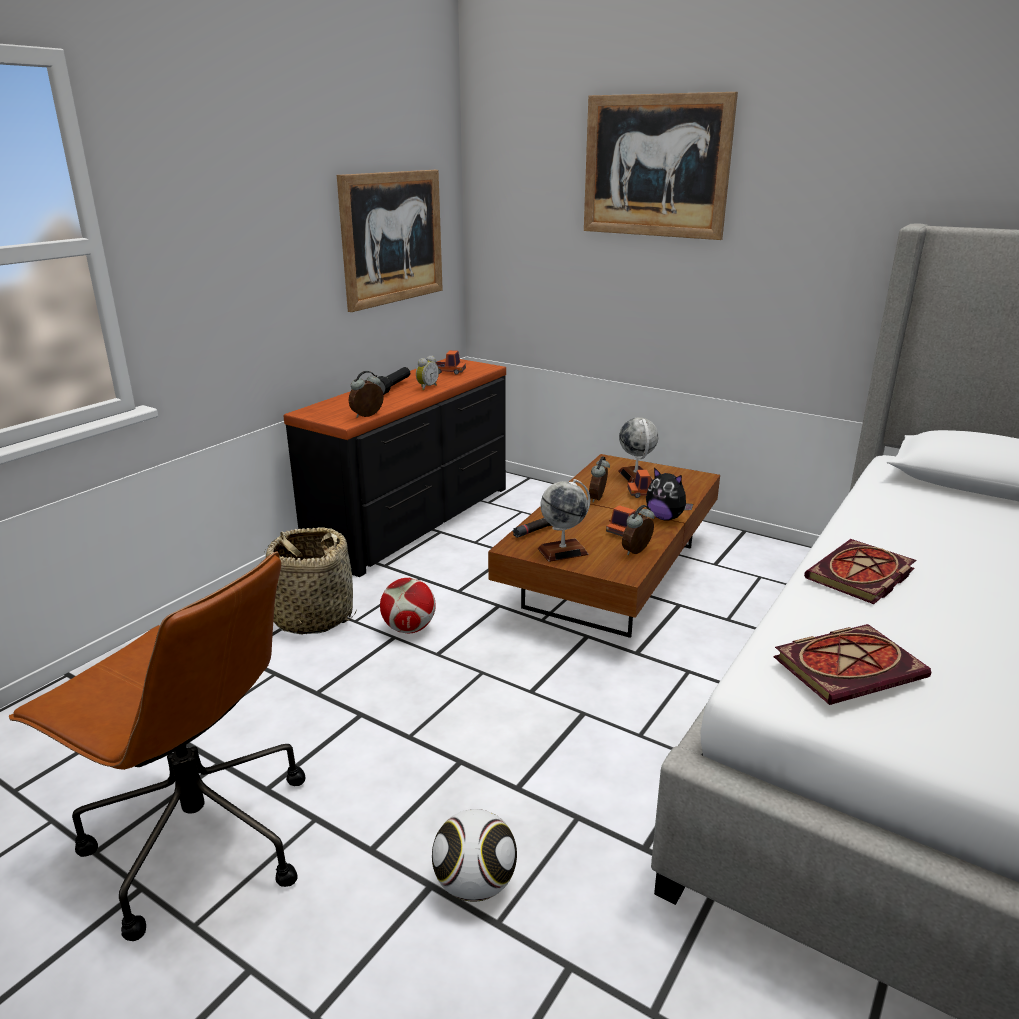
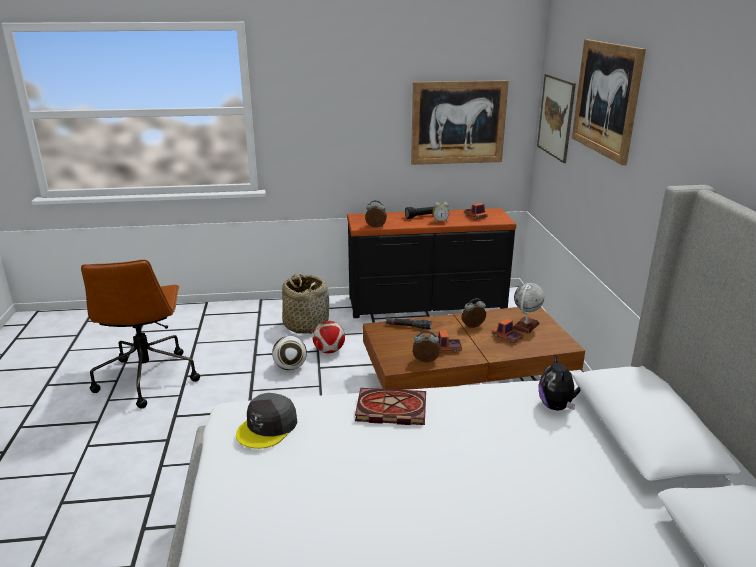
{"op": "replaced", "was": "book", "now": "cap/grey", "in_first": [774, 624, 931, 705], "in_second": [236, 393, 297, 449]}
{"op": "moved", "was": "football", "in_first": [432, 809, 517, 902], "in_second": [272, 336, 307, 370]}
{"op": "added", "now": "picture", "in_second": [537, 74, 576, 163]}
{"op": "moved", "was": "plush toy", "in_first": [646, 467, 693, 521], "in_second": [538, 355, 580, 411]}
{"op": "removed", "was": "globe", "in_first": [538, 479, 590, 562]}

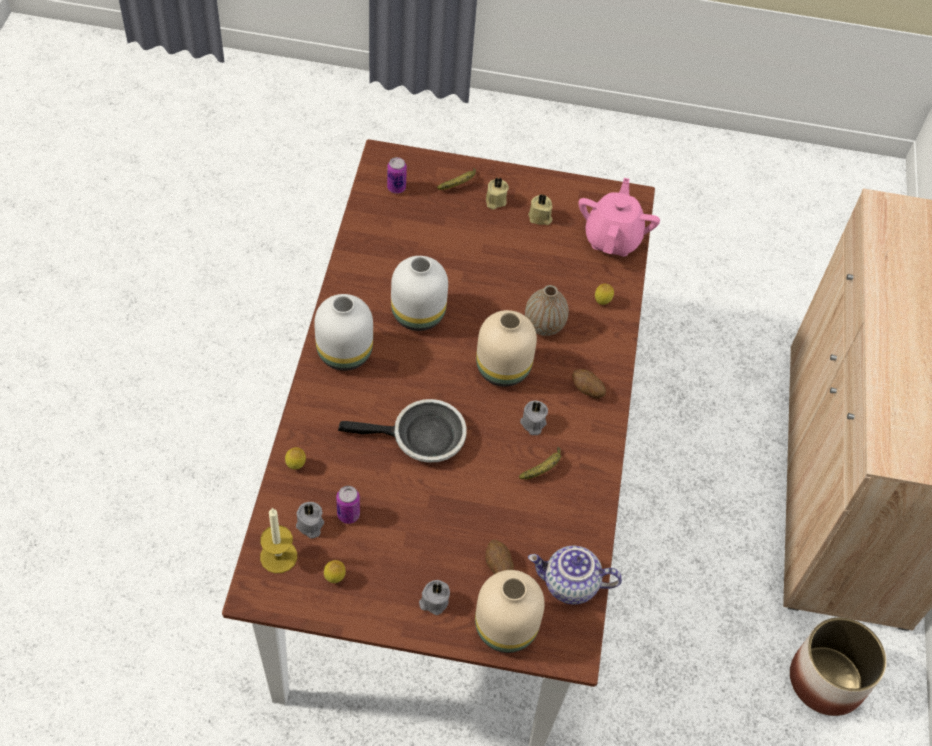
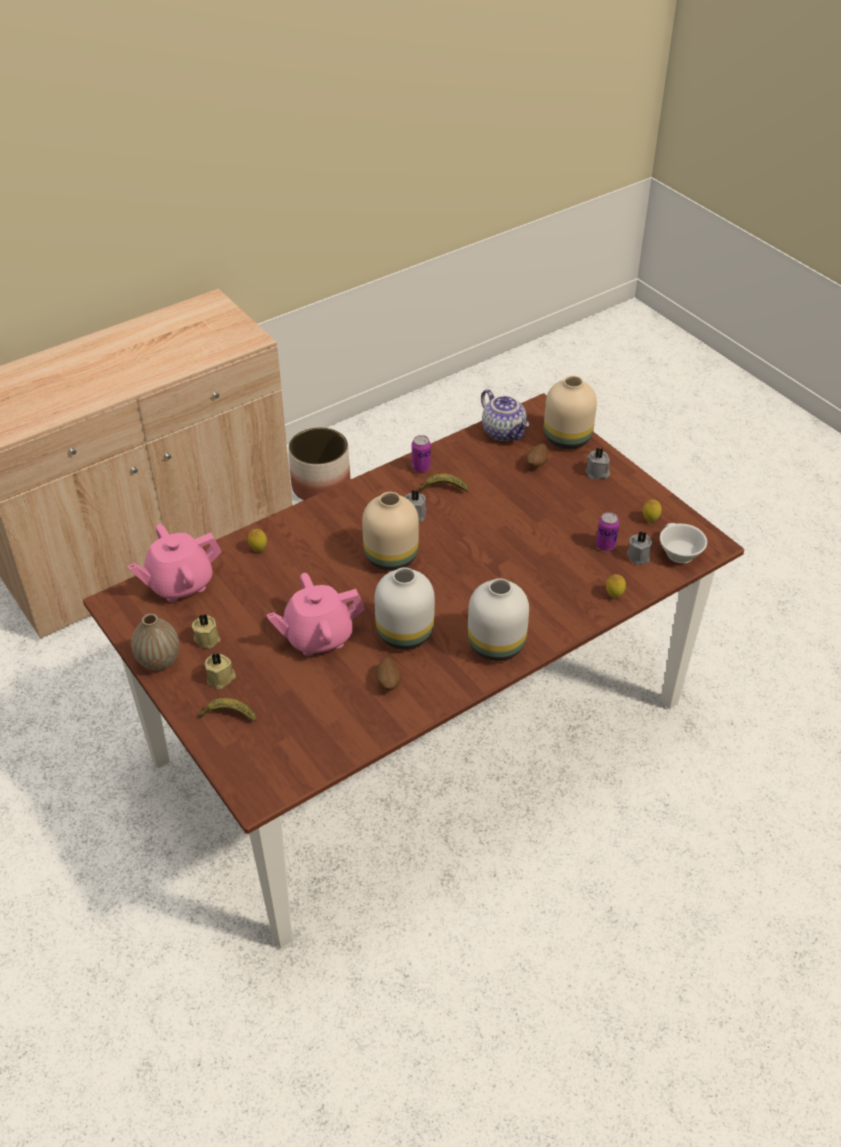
{"op": "moved", "was": "vase", "in_first": [525, 285, 569, 336], "in_second": [131, 613, 180, 670]}
{"op": "added", "now": "teapot/pink", "in_second": [267, 573, 365, 656]}
{"op": "moved", "was": "potato", "in_first": [572, 369, 606, 399], "in_second": [376, 657, 401, 691]}
{"op": "moved", "was": "can", "in_first": [387, 157, 407, 194], "in_second": [412, 435, 431, 472]}
{"op": "replaced", "was": "candle", "now": "cup/white", "in_first": [260, 508, 297, 573], "in_second": [660, 523, 707, 563]}
{"op": "removed", "was": "frying pan", "in_first": [338, 399, 467, 463]}

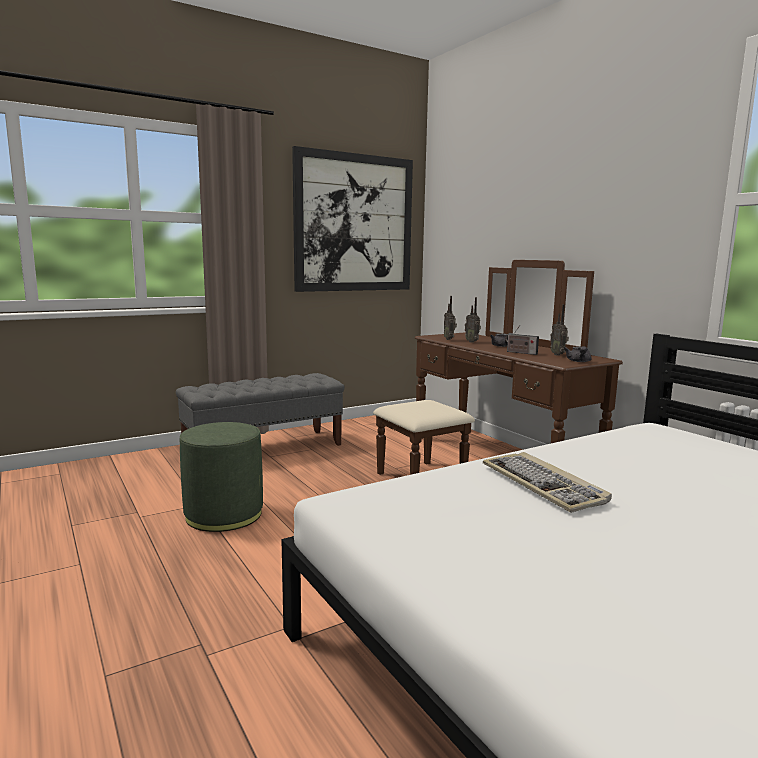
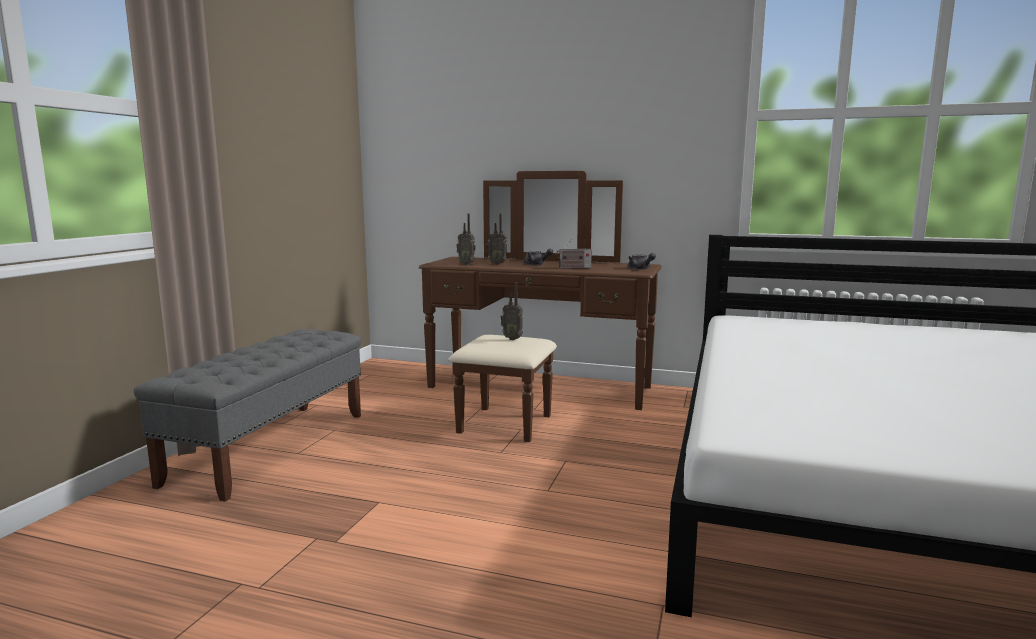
{"op": "moved", "was": "radio", "in_first": [550, 304, 569, 356], "in_second": [500, 282, 523, 340]}
{"op": "removed", "was": "ottoman/green", "in_first": [180, 422, 263, 532]}
{"op": "removed", "was": "picture", "in_first": [292, 146, 413, 292]}
{"op": "removed", "was": "keyboard", "in_first": [483, 452, 612, 513]}

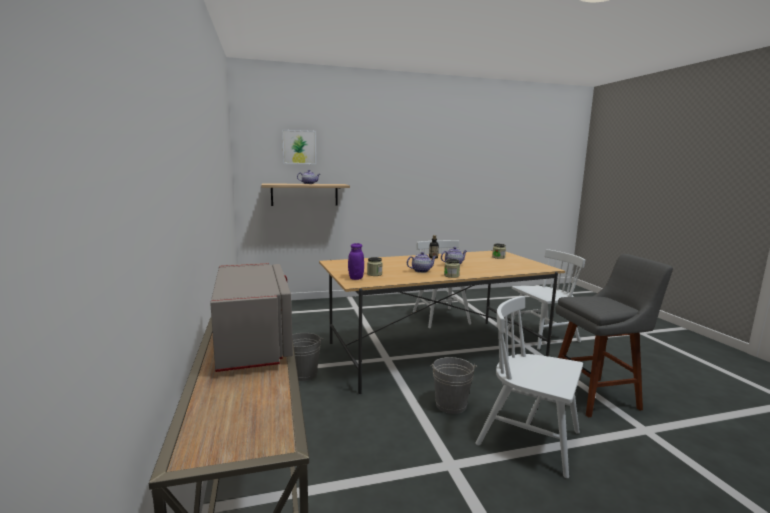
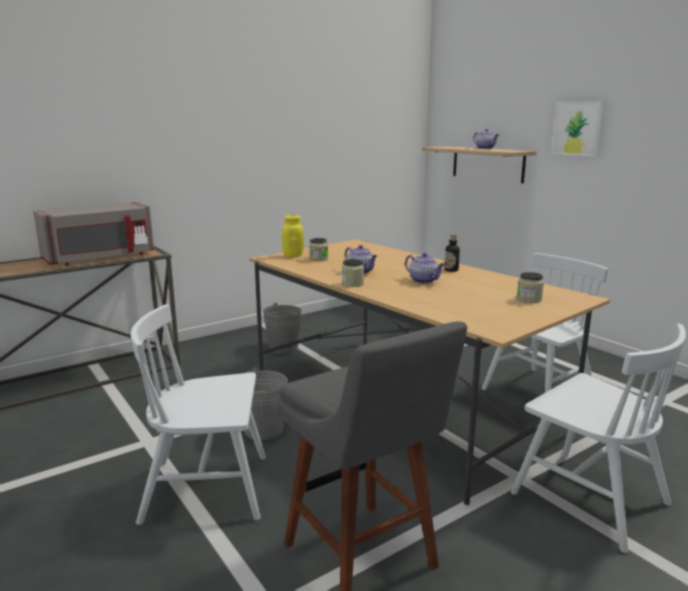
{"op": "turned", "was": "chair/white", "in_first": [475, 296, 583, 478], "in_second": [131, 304, 266, 525], "clockwise": -105}
{"op": "recoloured", "was": "jar/purple", "now": "jar/yellow", "in_first": [348, 243, 364, 280], "in_second": [282, 215, 304, 257]}
{"op": "moved", "was": "picture", "in_first": [282, 130, 316, 164], "in_second": [551, 101, 606, 157]}

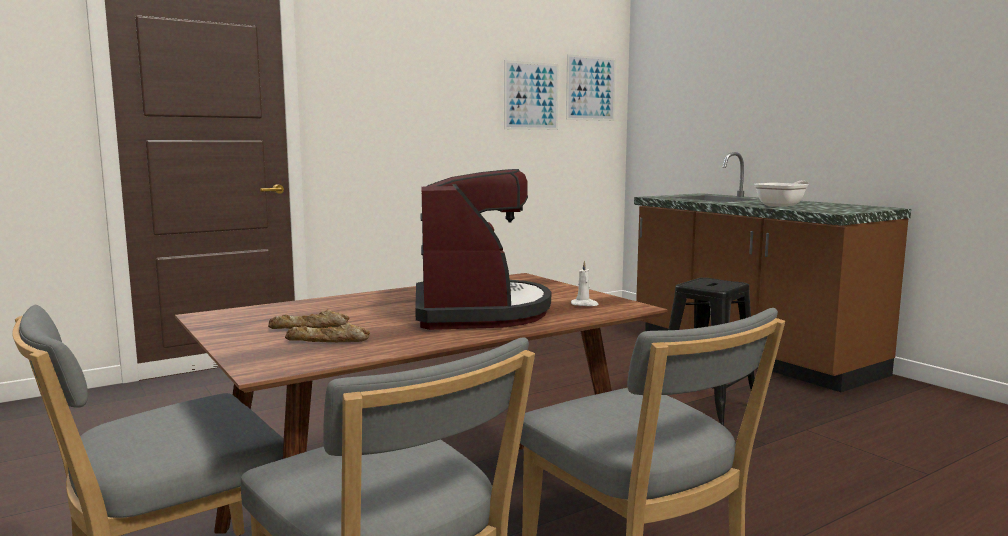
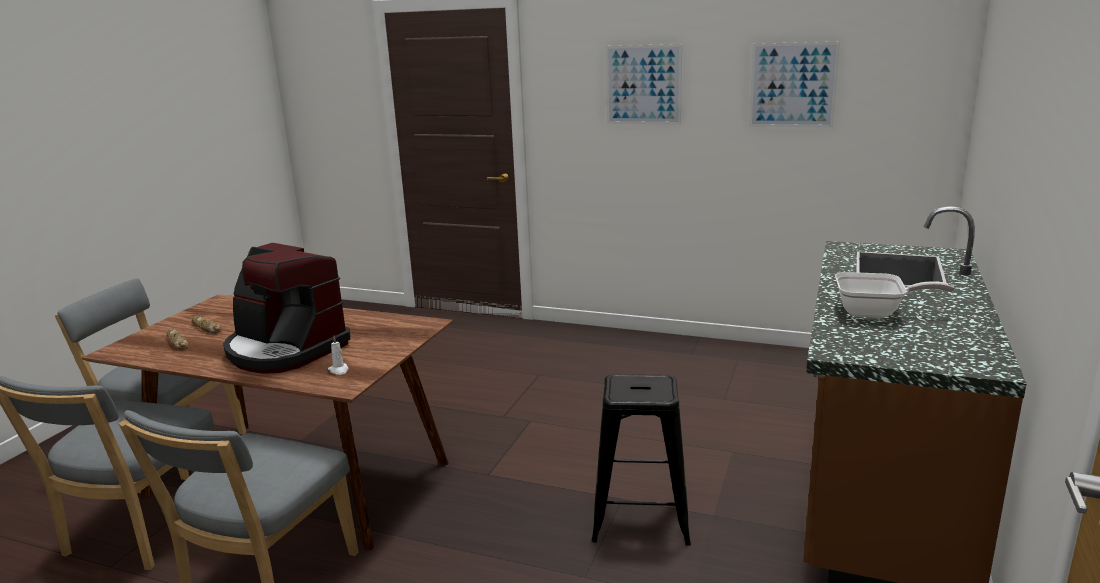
{"op": "turned", "was": "coffee machine", "in_first": [415, 169, 551, 330], "in_second": [223, 243, 350, 374], "clockwise": 75}
{"op": "moved", "was": "picture", "in_first": [566, 54, 616, 121], "in_second": [606, 44, 682, 125]}

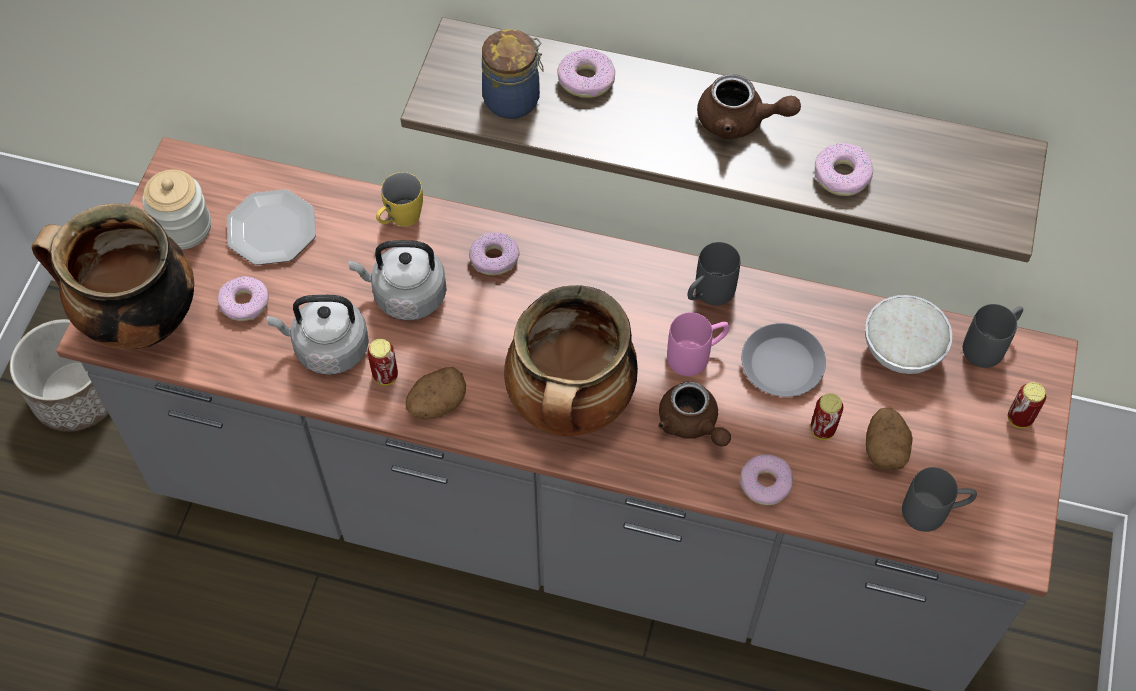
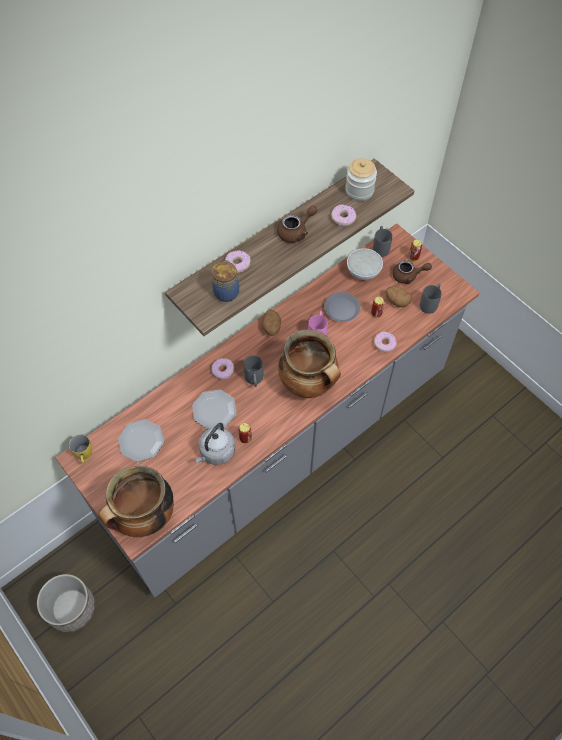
{"op": "moved", "was": "mug/yellow", "in_first": [376, 172, 423, 227], "in_second": [69, 434, 92, 464]}
{"op": "replaced", "was": "kettle/grey", "now": "plate", "in_first": [348, 240, 447, 321], "in_second": [192, 389, 237, 429]}
{"op": "moved", "was": "mug/grey", "in_first": [688, 242, 740, 305], "in_second": [243, 355, 263, 387]}
{"op": "moved", "was": "potato", "in_first": [406, 367, 466, 420], "in_second": [262, 310, 281, 336]}
{"op": "moved", "was": "jar", "in_first": [142, 170, 211, 250], "in_second": [345, 158, 377, 201]}
{"op": "moved", "was": "teapot/brown", "in_first": [658, 381, 731, 447], "in_second": [392, 260, 432, 284]}
{"op": "removed", "was": "donut", "in_first": [218, 276, 269, 321]}

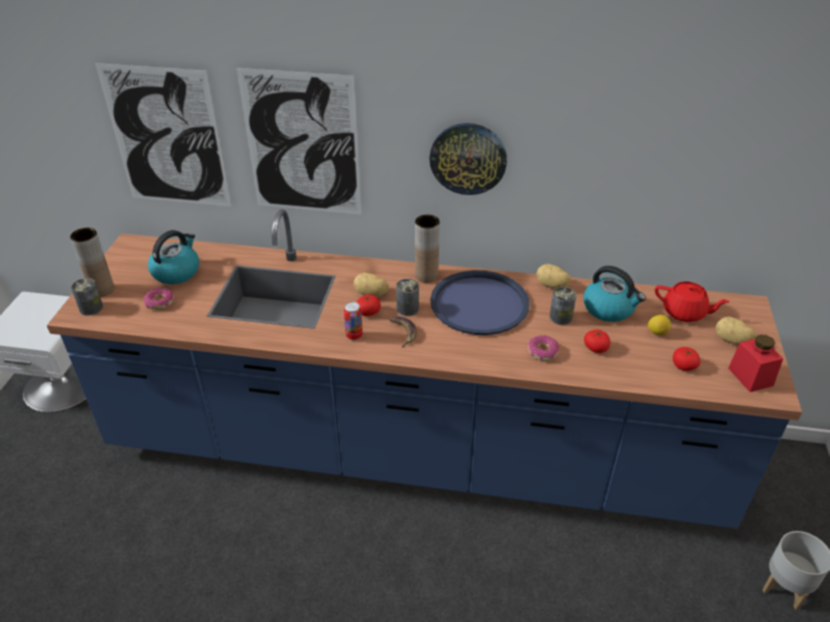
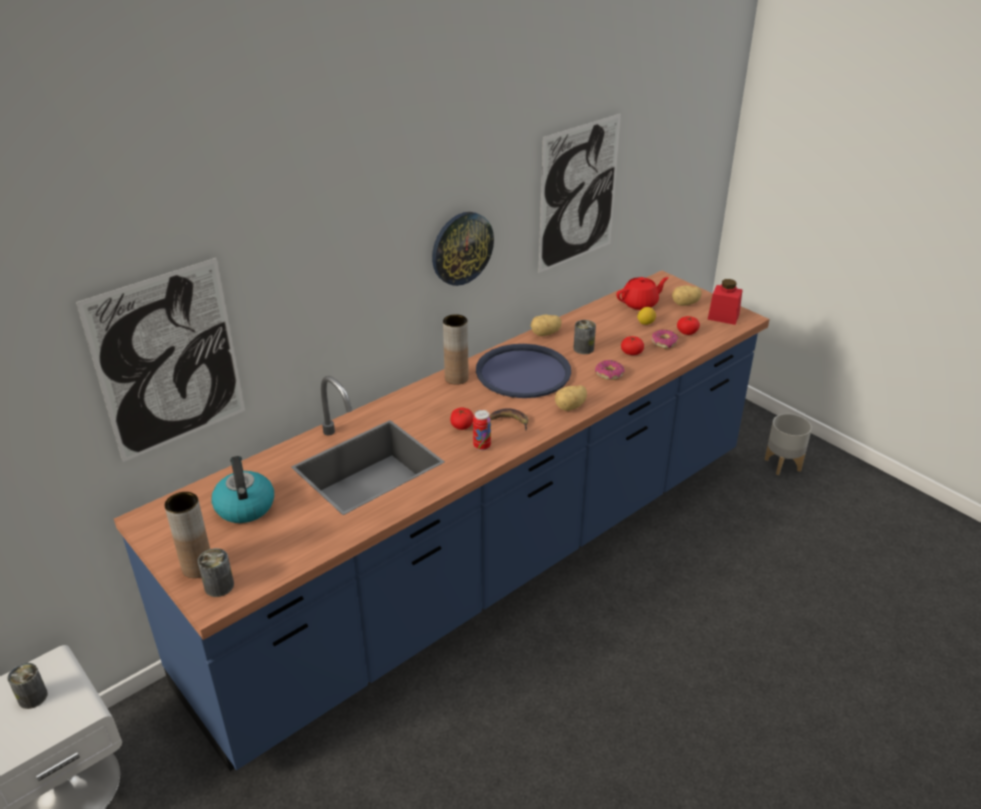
{"op": "moved", "was": "can", "in_first": [396, 279, 419, 316], "in_second": [8, 663, 48, 709]}
{"op": "moved", "was": "picture", "in_first": [237, 68, 362, 214], "in_second": [538, 114, 621, 273]}
{"op": "moved", "was": "potato", "in_first": [354, 273, 389, 297], "in_second": [555, 385, 587, 411]}
{"op": "moved", "was": "donut", "in_first": [144, 288, 174, 310], "in_second": [651, 330, 679, 349]}
{"op": "removed", "was": "kettle", "in_first": [583, 266, 646, 322]}

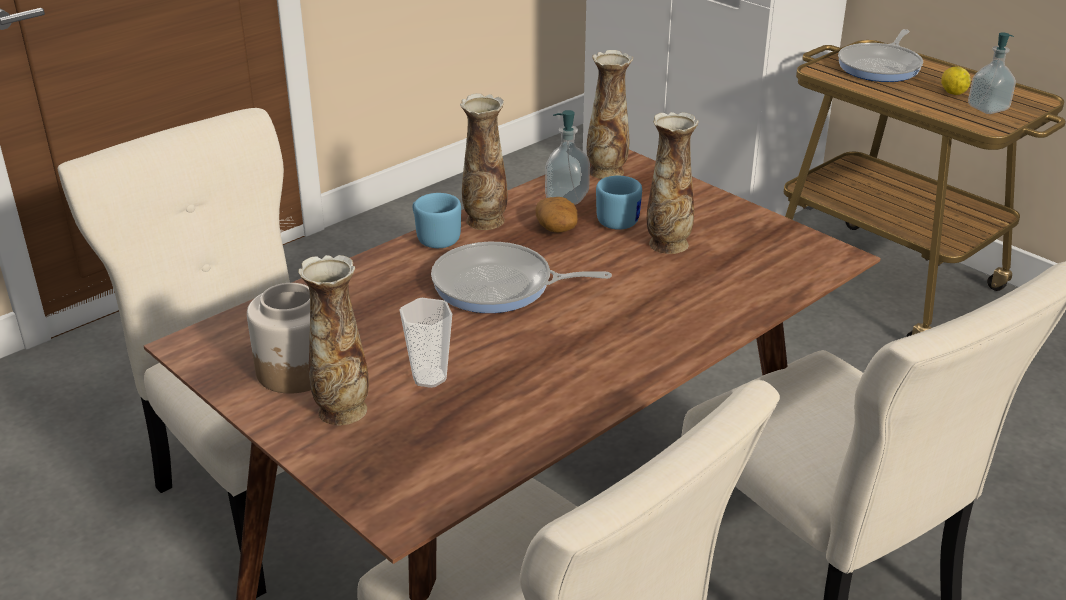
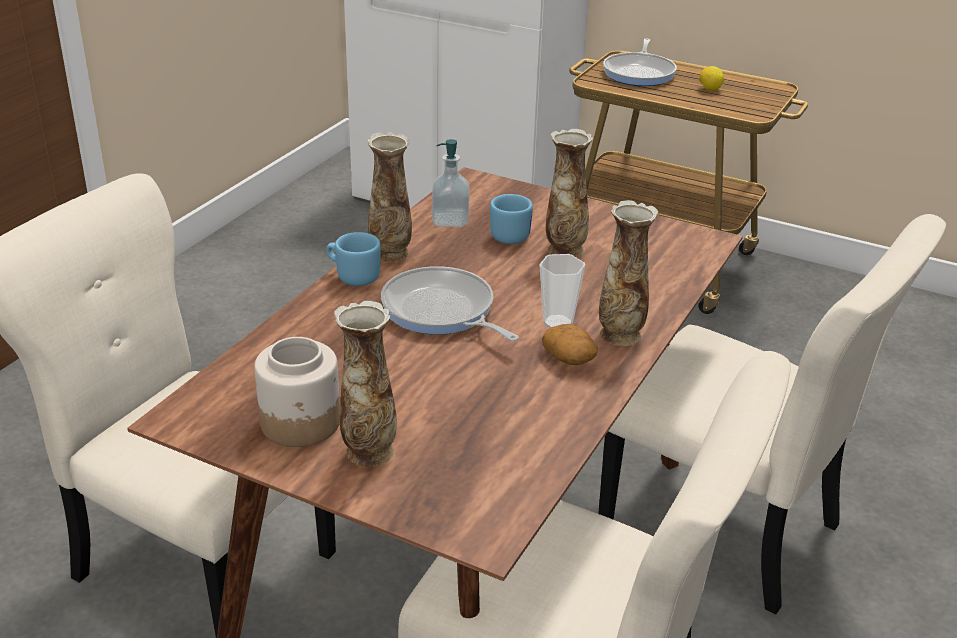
{"op": "turned", "was": "frying pan", "in_first": [431, 242, 612, 313], "in_second": [381, 266, 519, 341], "clockwise": 60}
{"op": "moved", "was": "cup", "in_first": [400, 298, 452, 388], "in_second": [539, 254, 585, 328]}
{"op": "moved", "was": "potato", "in_first": [536, 197, 578, 233], "in_second": [542, 324, 598, 365]}
{"op": "moved", "was": "vase", "in_first": [587, 50, 633, 179], "in_second": [599, 200, 658, 346]}
{"op": "removed", "was": "soap dispenser", "in_first": [968, 32, 1016, 114]}

